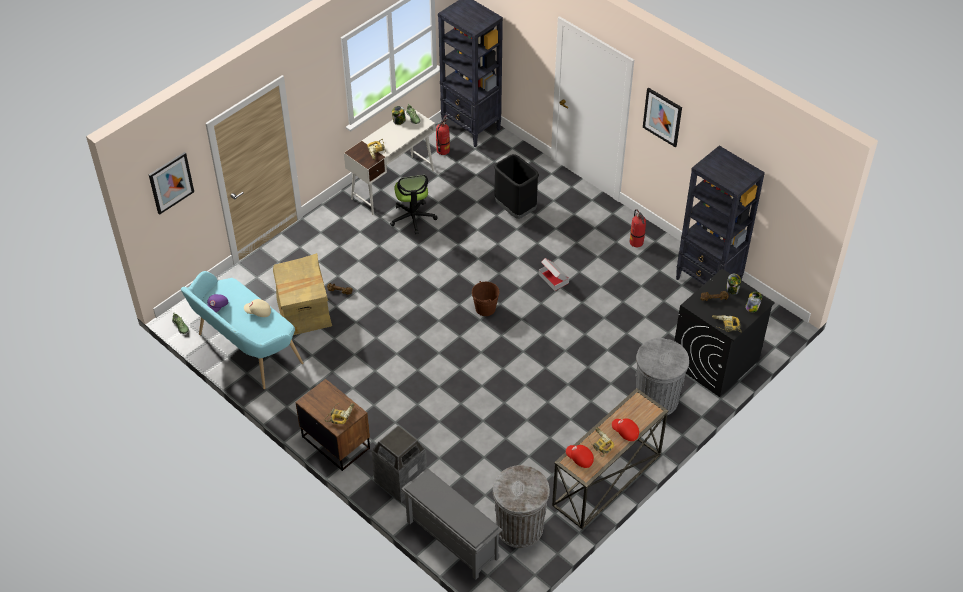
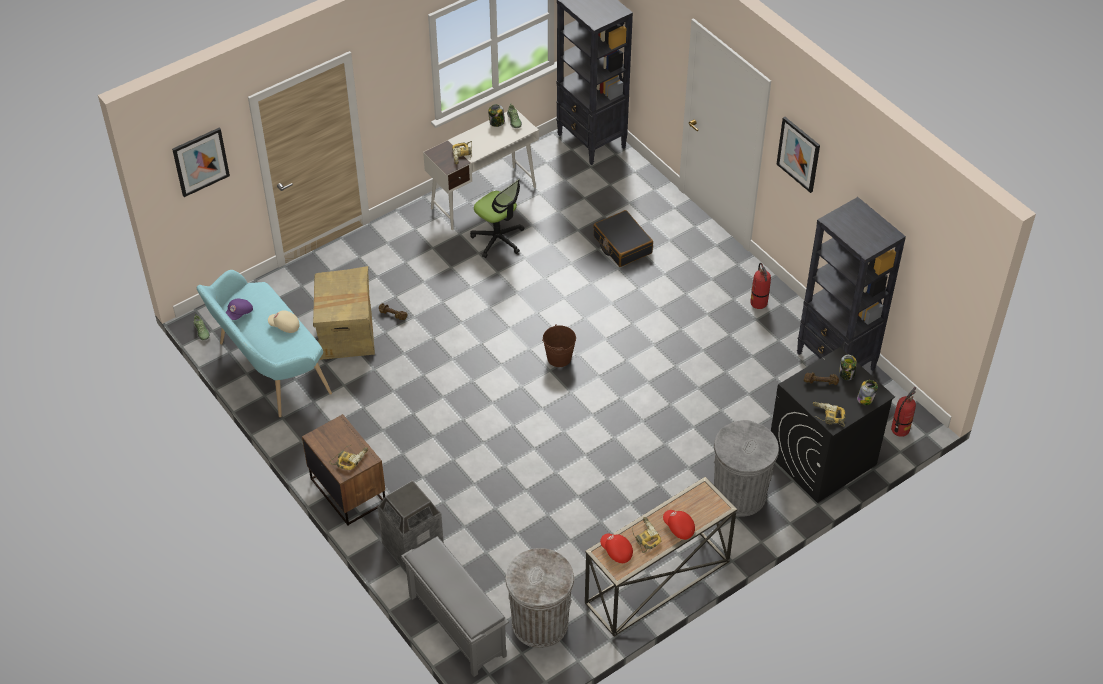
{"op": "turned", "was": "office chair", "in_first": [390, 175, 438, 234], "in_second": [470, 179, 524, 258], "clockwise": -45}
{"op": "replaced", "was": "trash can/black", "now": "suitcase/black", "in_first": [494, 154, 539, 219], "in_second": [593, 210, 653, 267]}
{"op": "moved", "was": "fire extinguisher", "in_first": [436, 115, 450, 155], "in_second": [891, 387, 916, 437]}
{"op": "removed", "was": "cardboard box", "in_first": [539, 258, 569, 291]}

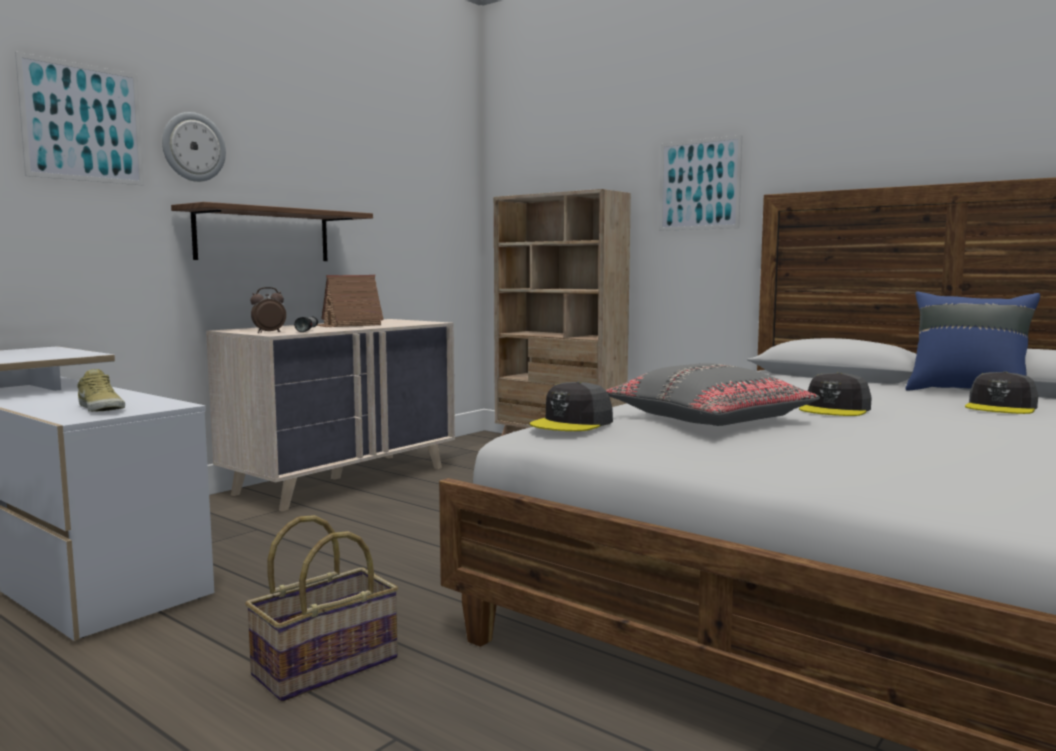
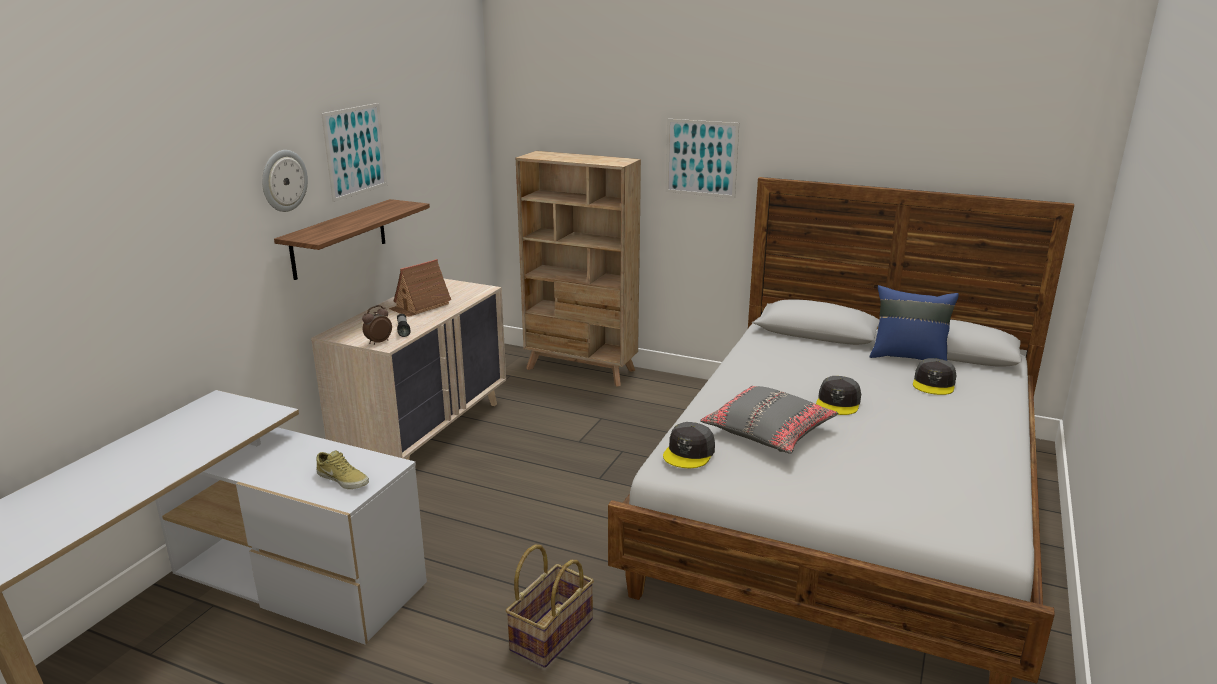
{"op": "moved", "was": "picture", "in_first": [15, 52, 144, 186], "in_second": [321, 103, 387, 202]}

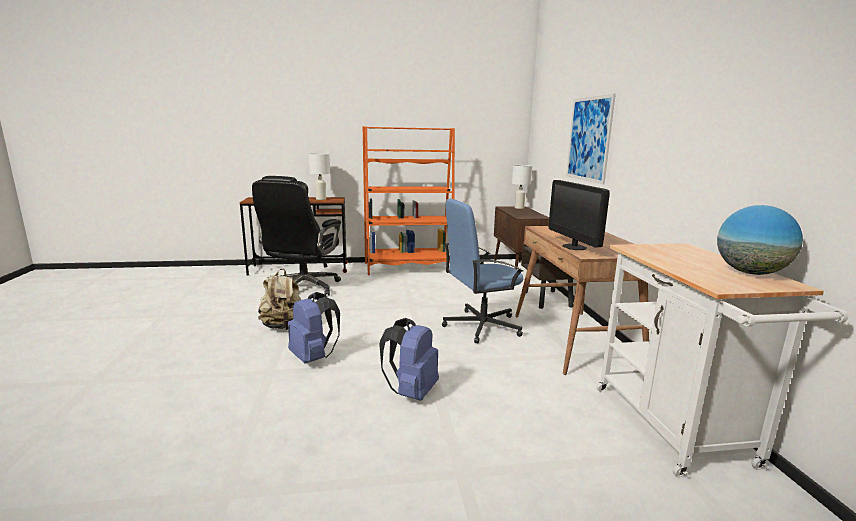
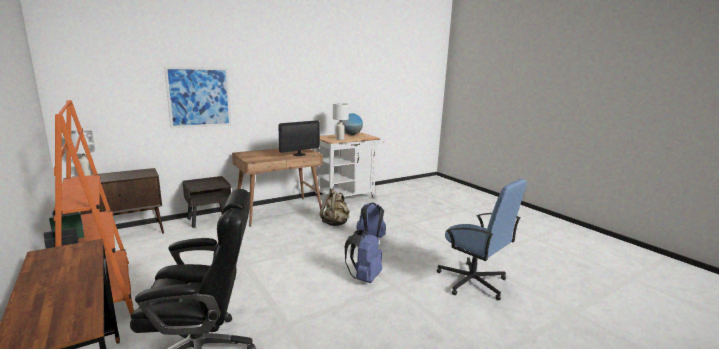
{"op": "moved", "was": "backpack/beige", "in_first": [258, 269, 301, 330], "in_second": [320, 188, 349, 226]}
{"op": "moved", "was": "table lamp/white", "in_first": [308, 153, 330, 200], "in_second": [333, 103, 349, 140]}
{"op": "moved", "was": "office chair/blue", "in_first": [442, 199, 523, 344], "in_second": [437, 179, 527, 300]}

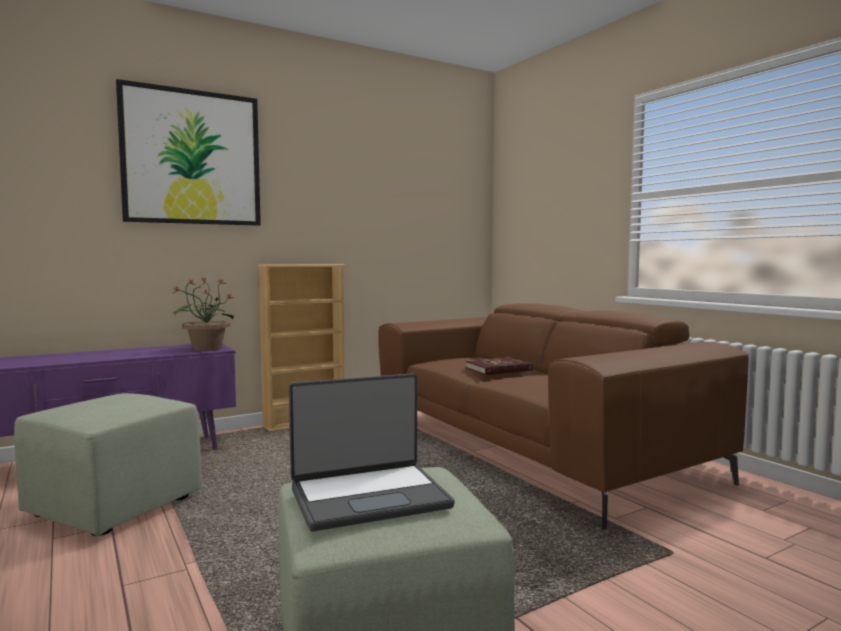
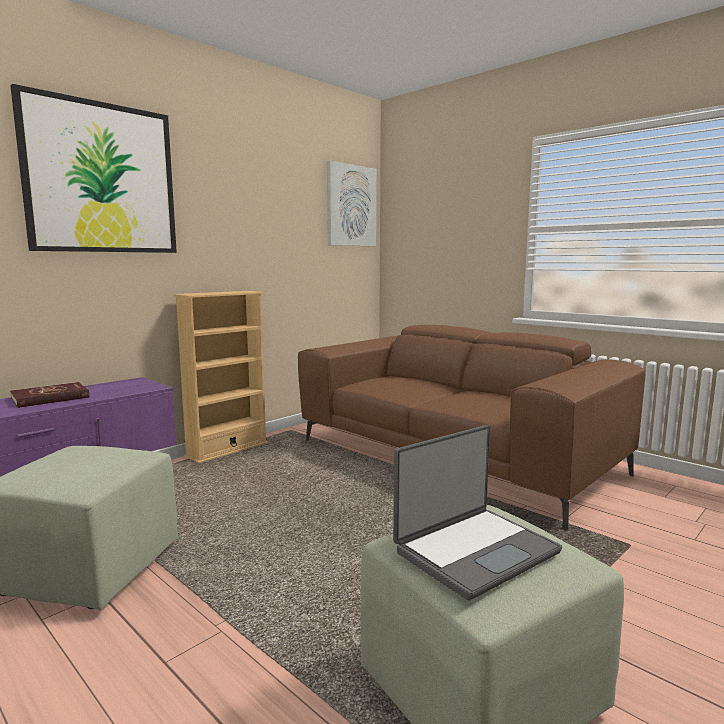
{"op": "moved", "was": "book/red", "in_first": [466, 357, 533, 375], "in_second": [10, 382, 89, 408]}
{"op": "added", "now": "picture", "in_second": [327, 161, 377, 247]}
{"op": "removed", "was": "potted plant", "in_first": [172, 277, 236, 351]}

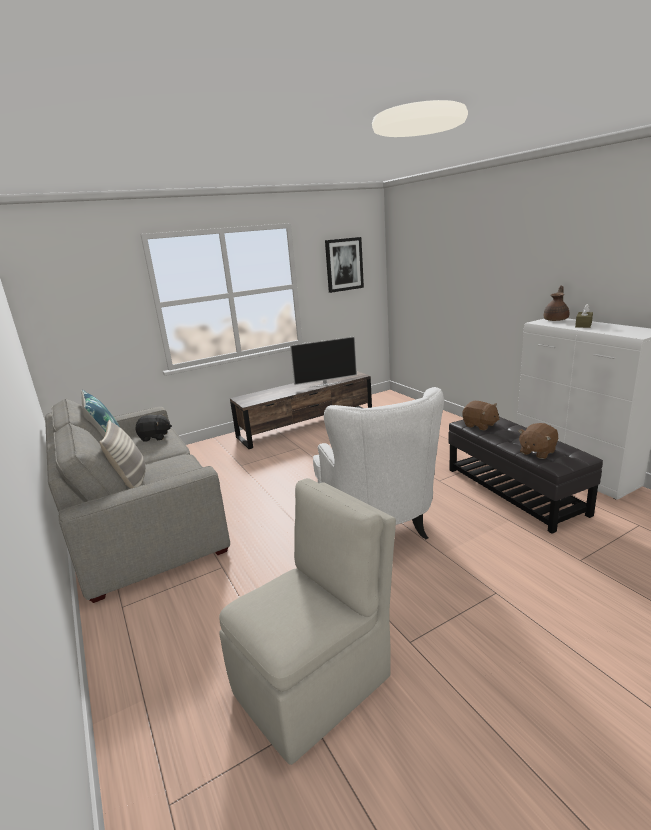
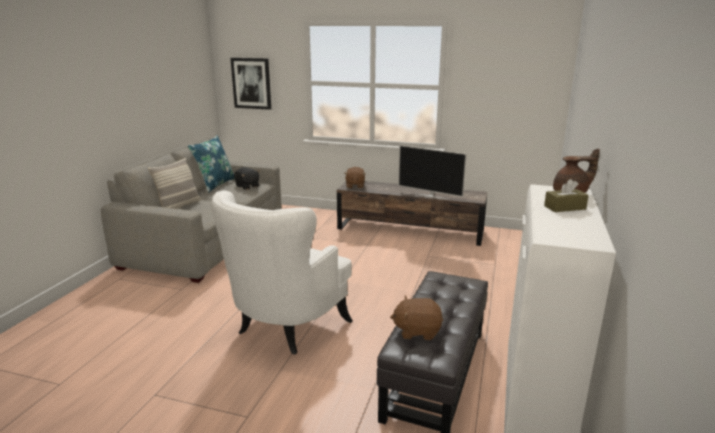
{"op": "moved", "was": "picture", "in_first": [325, 237, 364, 293], "in_second": [230, 58, 271, 110]}
{"op": "moved", "was": "plush toy/brown", "in_first": [462, 401, 499, 431], "in_second": [344, 167, 366, 188]}
{"op": "removed", "was": "chair/beige", "in_first": [219, 478, 396, 765]}

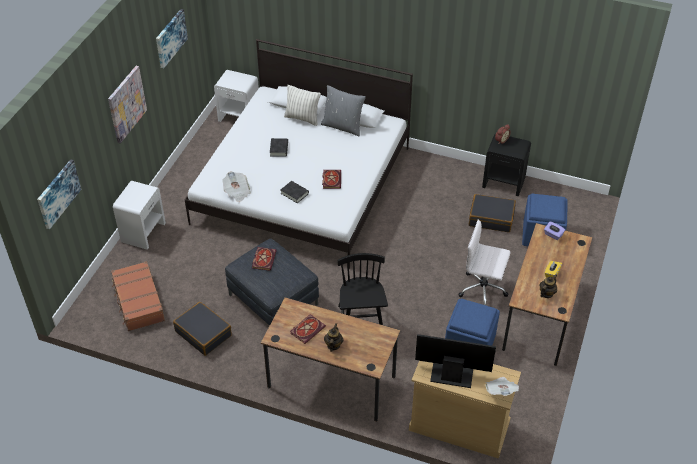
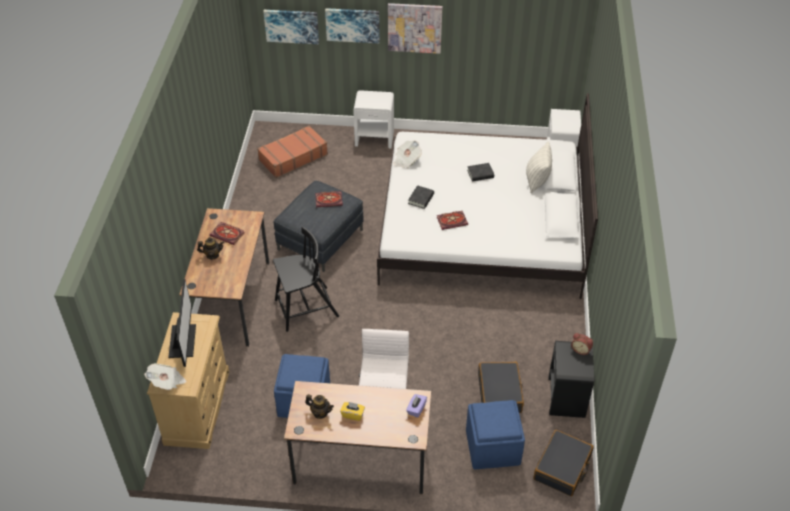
{"op": "moved", "was": "picture", "in_first": [156, 9, 188, 68], "in_second": [325, 8, 380, 43]}
{"op": "moved", "was": "suitcase/black", "in_first": [173, 302, 232, 356], "in_second": [533, 430, 593, 496]}
{"op": "removed", "was": "pillow/grey", "in_first": [321, 85, 366, 136]}

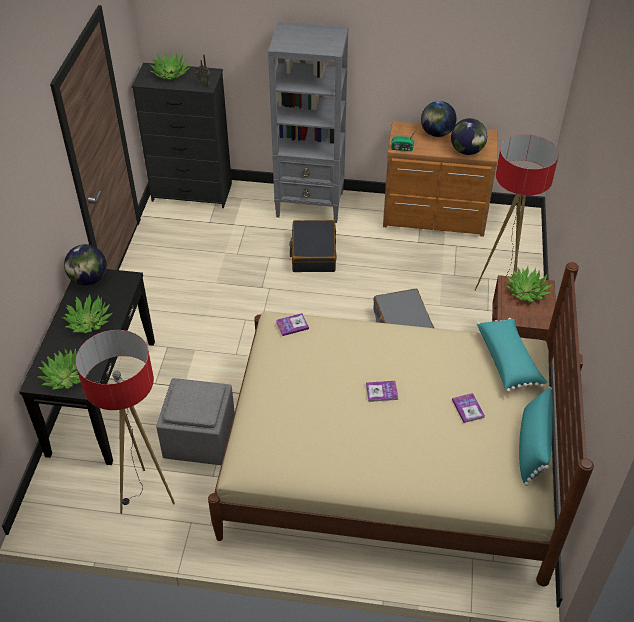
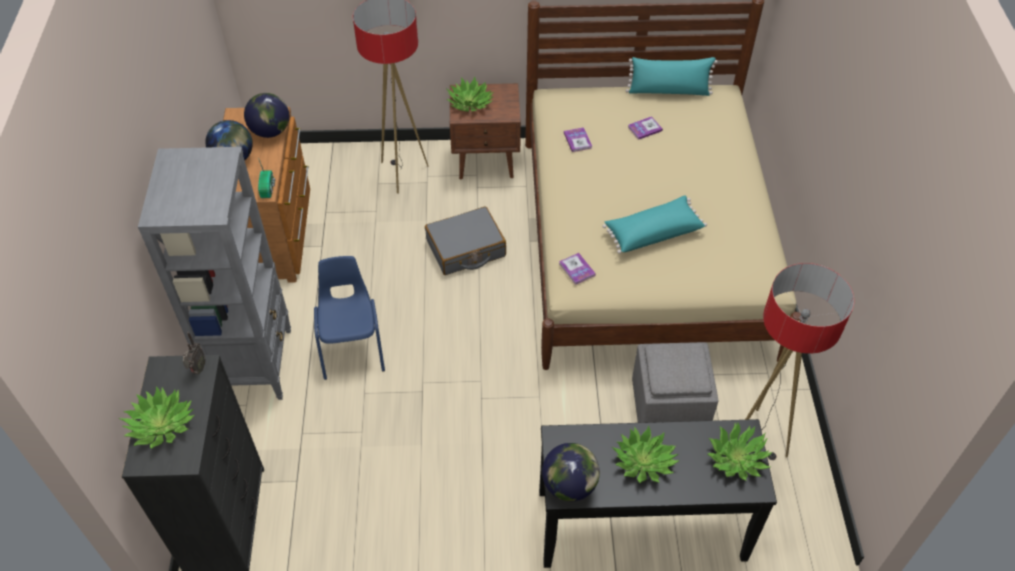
{"op": "replaced", "was": "suitcase/black", "now": "chair/blue", "in_first": [289, 220, 336, 272], "in_second": [314, 256, 385, 380]}
{"op": "moved", "was": "book", "in_first": [366, 381, 398, 402], "in_second": [564, 127, 592, 152]}
{"op": "moved", "was": "pillow/turquoise", "in_first": [477, 318, 547, 392], "in_second": [602, 195, 707, 254]}

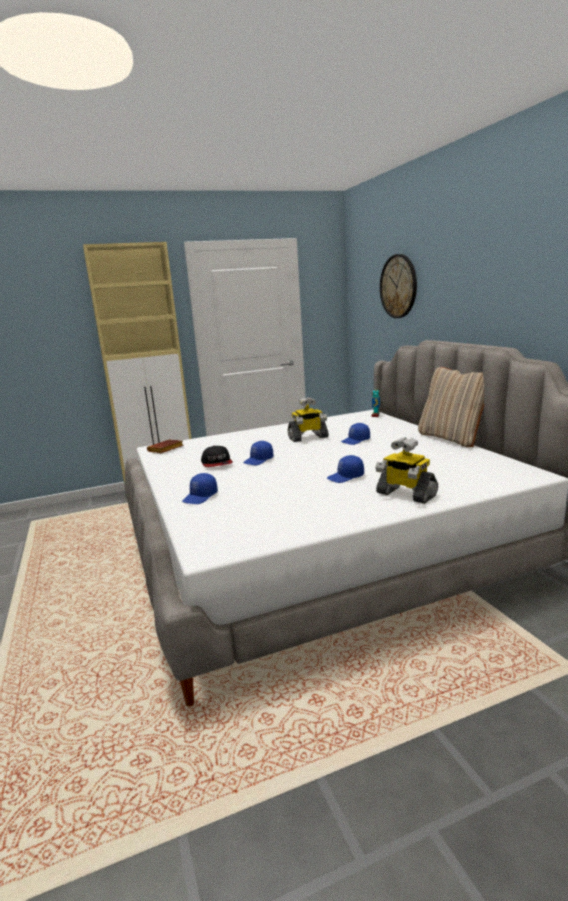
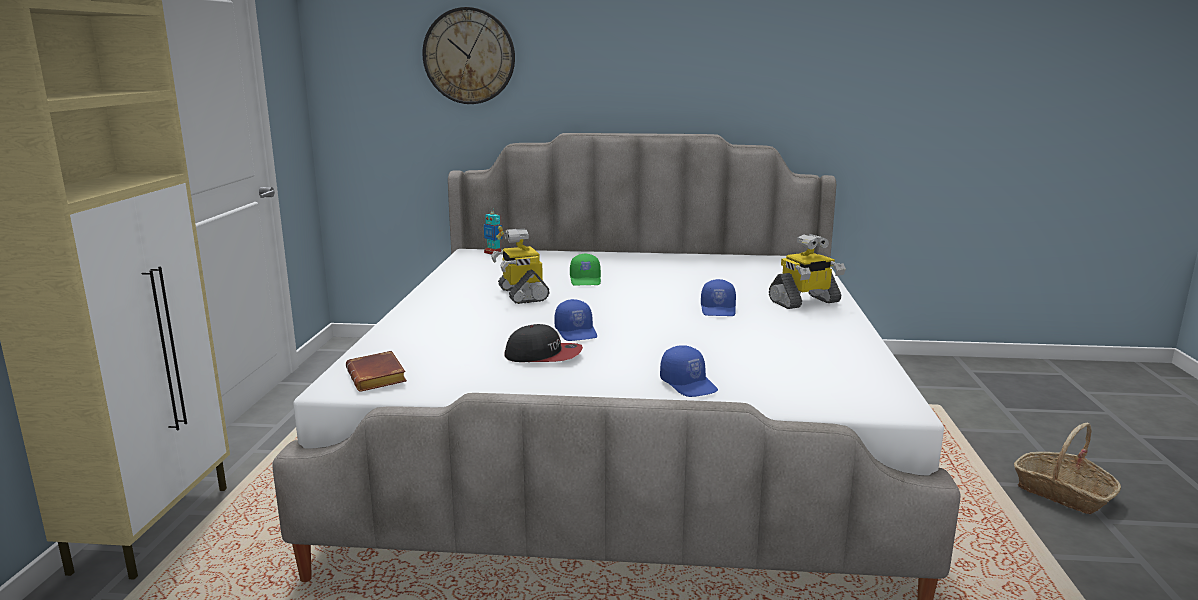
{"op": "turned", "was": "toy robot", "in_first": [288, 397, 329, 442], "in_second": [491, 229, 549, 304], "clockwise": 150}
{"op": "recoloured", "was": "cap/blue", "now": "cap/green", "in_first": [341, 423, 370, 445], "in_second": [570, 253, 601, 286]}
{"op": "added", "now": "basket", "in_second": [1014, 422, 1121, 514]}
{"op": "removed", "was": "pillow/beige", "in_first": [418, 367, 484, 447]}

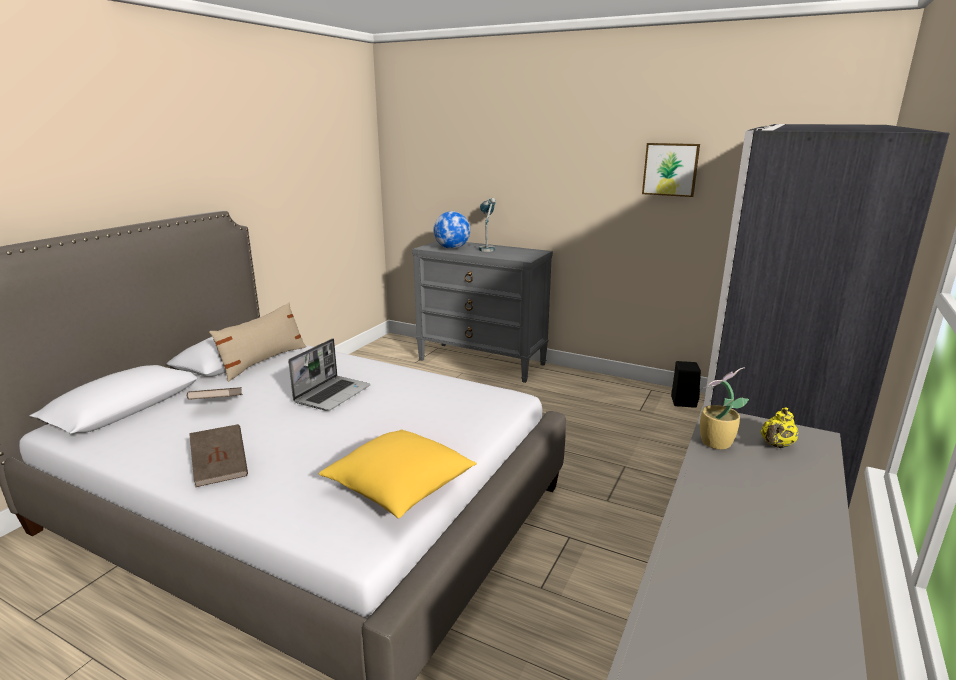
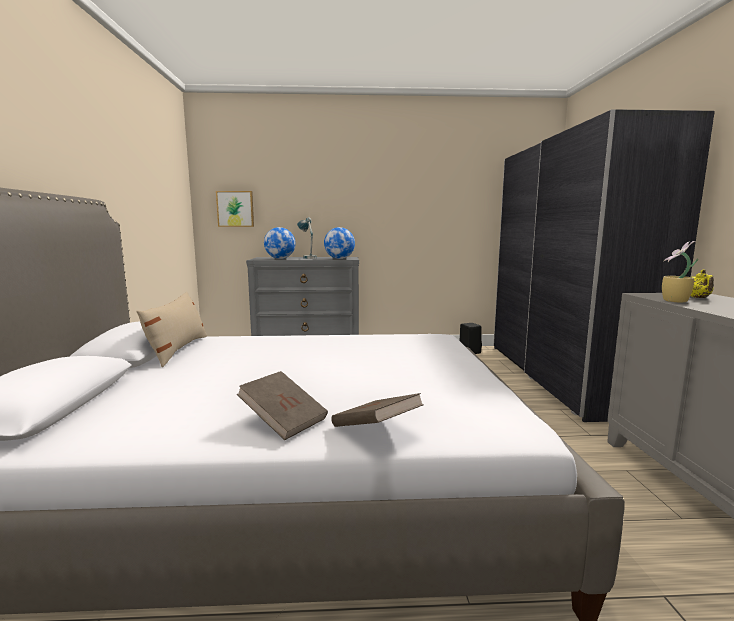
{"op": "moved", "was": "picture", "in_first": [642, 143, 700, 197], "in_second": [216, 191, 254, 227]}
{"op": "added", "now": "globe", "in_second": [324, 227, 355, 259]}
{"op": "moved", "was": "book/brown", "in_first": [187, 387, 242, 400], "in_second": [332, 393, 424, 427]}
{"op": "removed", "was": "laptop", "in_first": [288, 338, 371, 411]}
{"op": "removed", "was": "pillow/yellow", "in_first": [319, 430, 477, 518]}

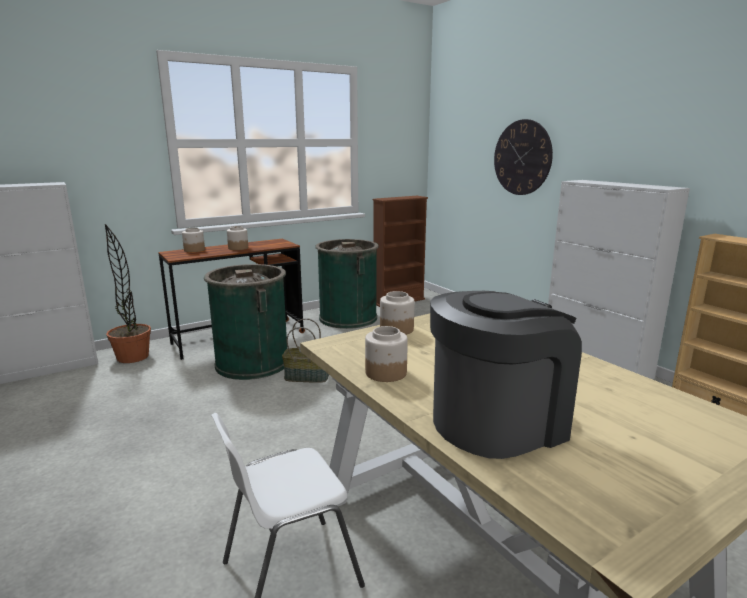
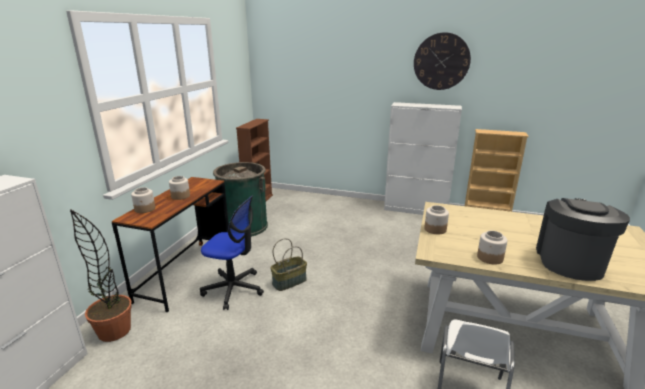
{"op": "replaced", "was": "trash can/green", "now": "office chair", "in_first": [204, 264, 287, 380], "in_second": [200, 196, 264, 310]}
{"op": "moved", "was": "wall clock", "in_first": [494, 119, 553, 195], "in_second": [414, 32, 471, 90]}

